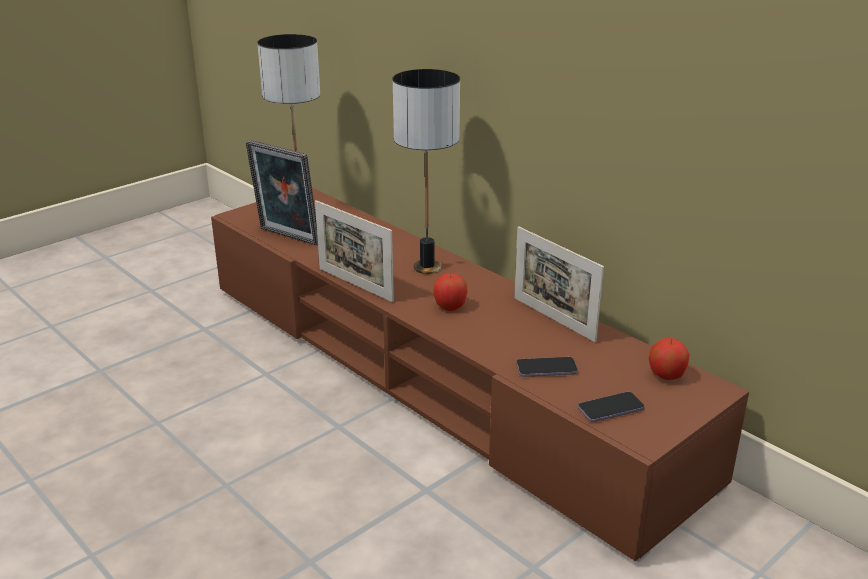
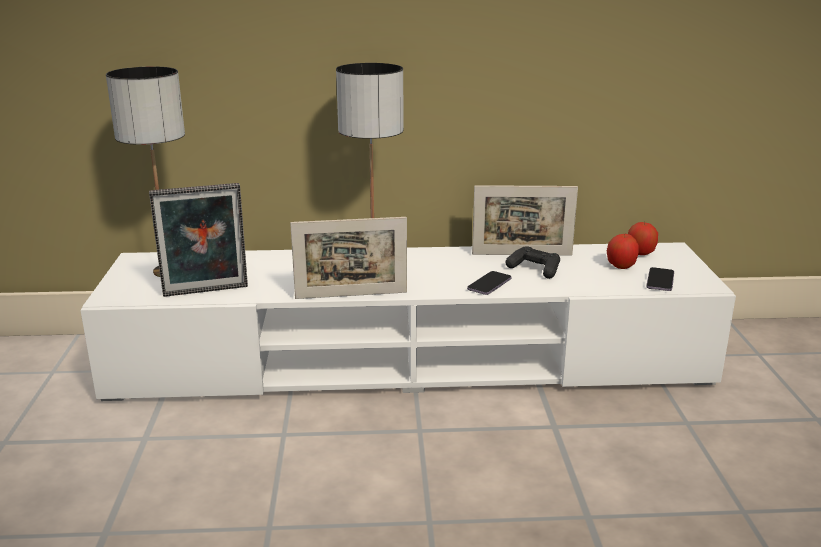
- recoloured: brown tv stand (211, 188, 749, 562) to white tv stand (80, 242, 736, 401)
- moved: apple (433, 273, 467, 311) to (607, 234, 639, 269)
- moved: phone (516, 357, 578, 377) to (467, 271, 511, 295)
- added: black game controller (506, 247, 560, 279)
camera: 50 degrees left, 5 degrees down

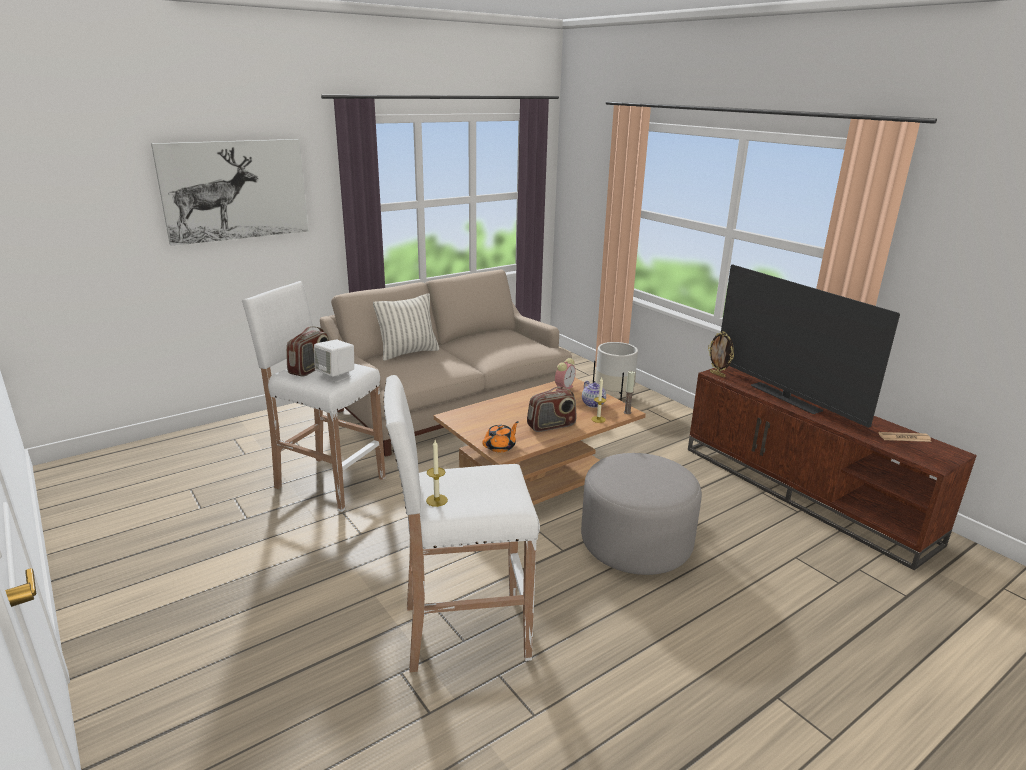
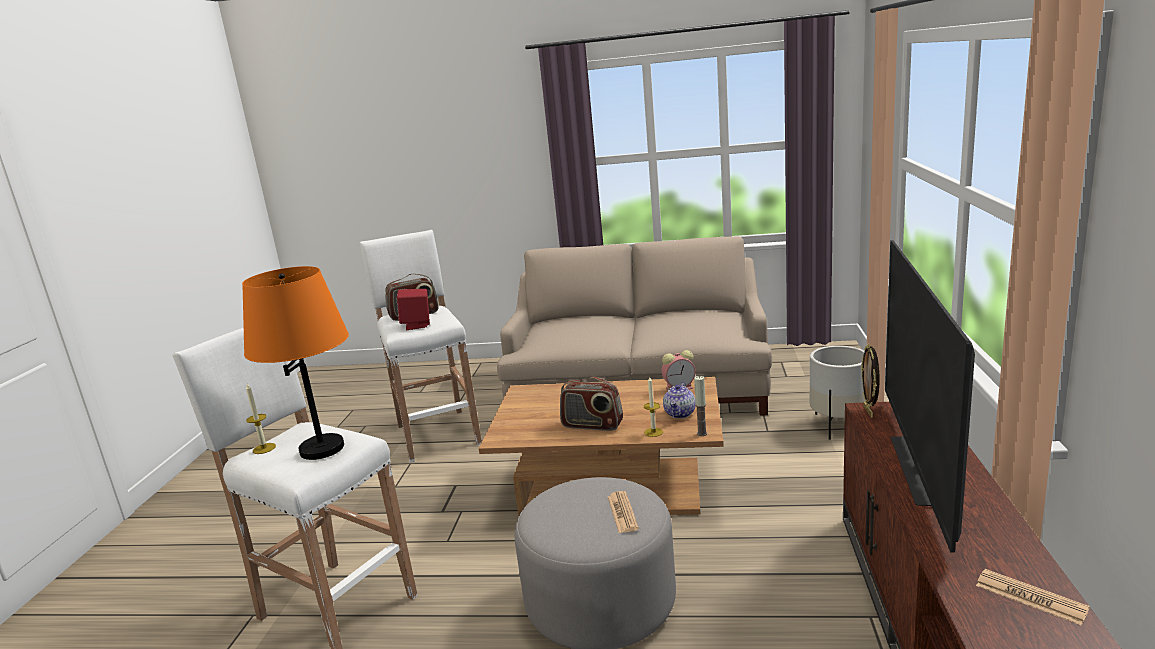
- removed: picture (151, 139, 309, 246)
- removed: pillow (373, 294, 439, 361)
- recoloured: white speaker (314, 339, 354, 383) to red speaker (397, 289, 430, 331)
- removed: orange teapot (482, 421, 519, 452)
- added: orange table lamp (242, 266, 349, 460)
- added: newspaper (608, 491, 639, 533)
camera: 45 degrees right, 5 degrees down

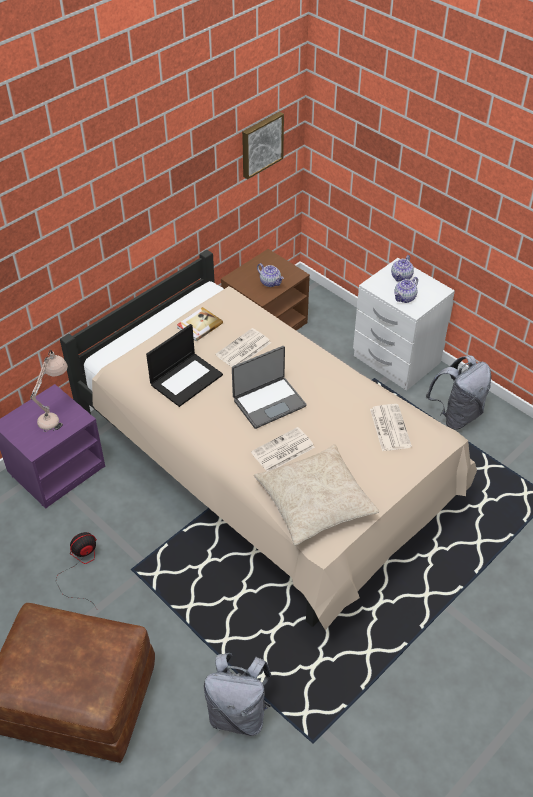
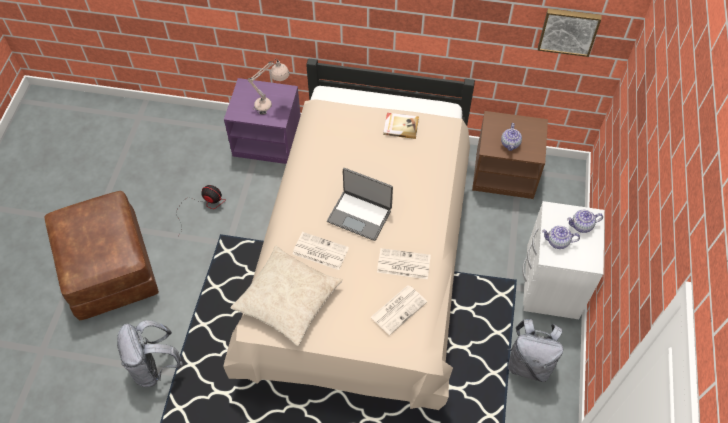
- removed: laptop (146, 324, 223, 407)
- moved: newspaper (216, 328, 271, 367) to (377, 248, 431, 279)
camera: 55 degrees right, 10 degrees up

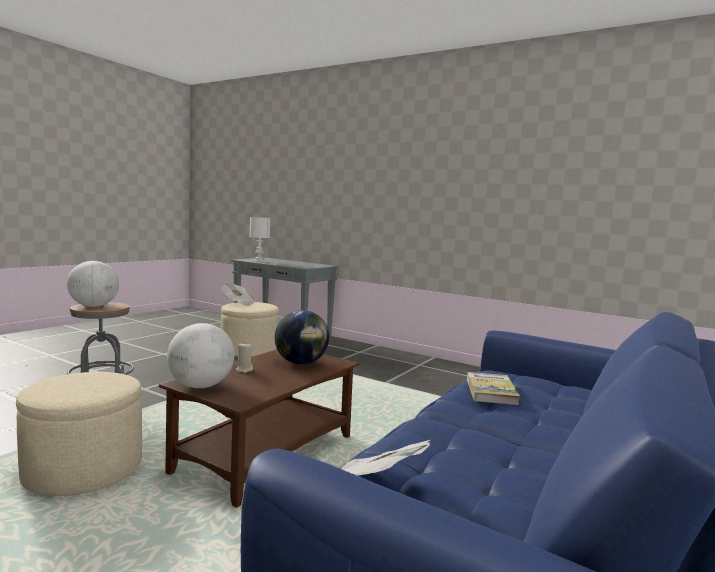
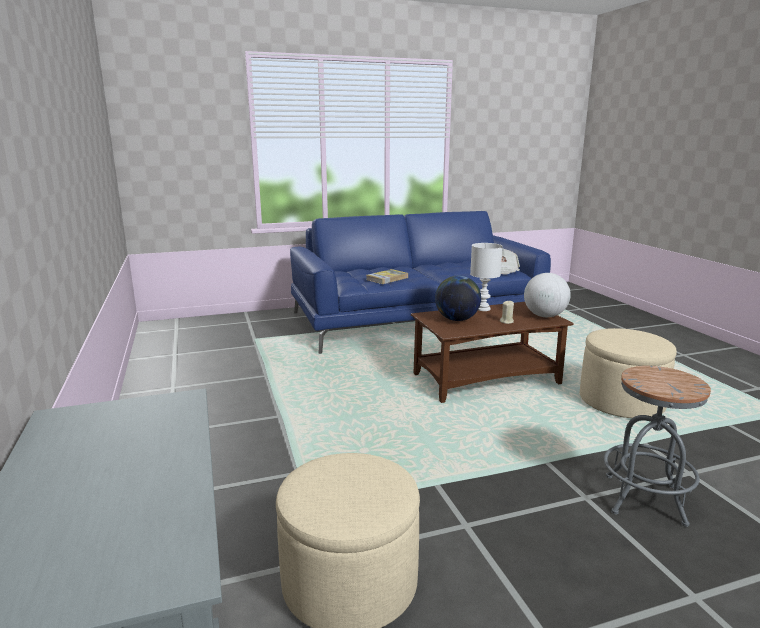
- moved: white table lamp (250, 217, 270, 262) to (470, 243, 503, 311)
- removed: globe (67, 261, 119, 307)
- removed: newspaper (221, 282, 256, 307)
camera: 140 degrees left, 10 degrees up

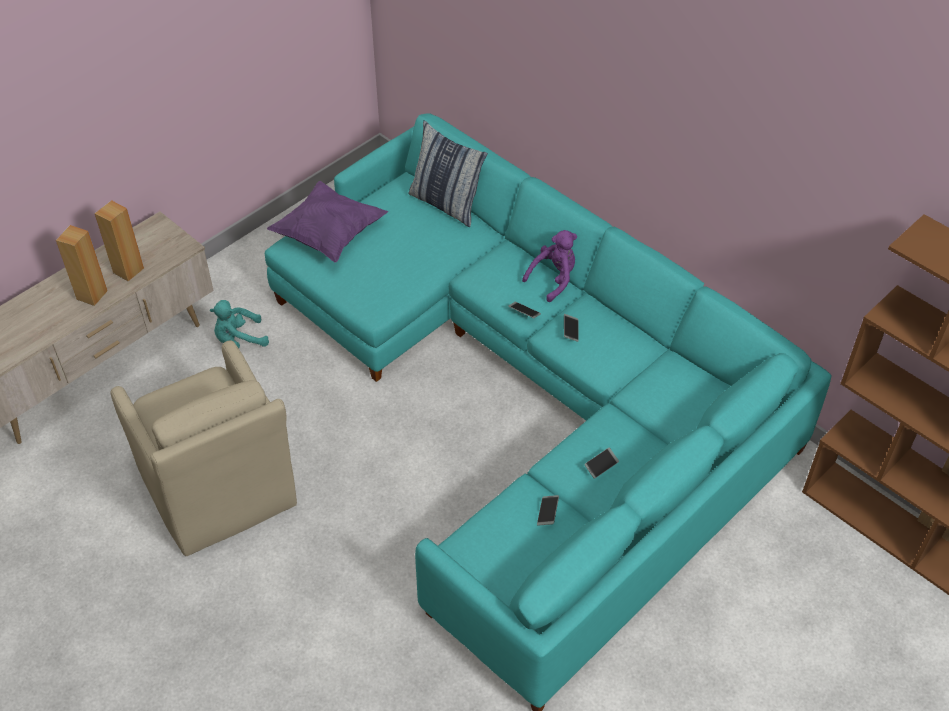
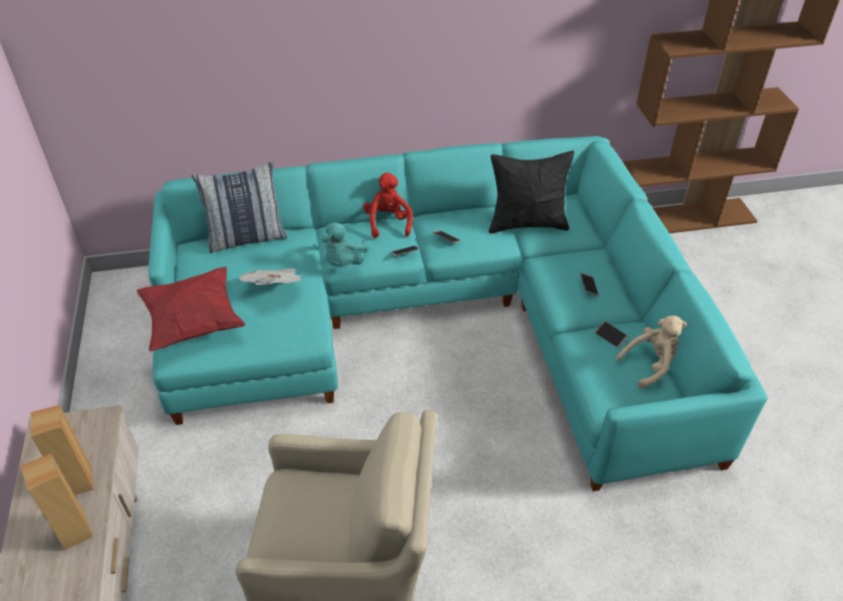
- recoloured: purple pillow (267, 181, 388, 262) to red pillow (137, 267, 245, 351)
- recoloured: purple plush toy (522, 230, 577, 302) to red plush toy (363, 173, 413, 238)
- moved: turquoise plush toy (210, 300, 269, 348) to (321, 222, 369, 267)
- added: black pillow (489, 150, 574, 233)
- added: newspaper (239, 268, 302, 285)
- added: beige plush toy (616, 315, 687, 389)
camera: 55 degrees left, 5 degrees down

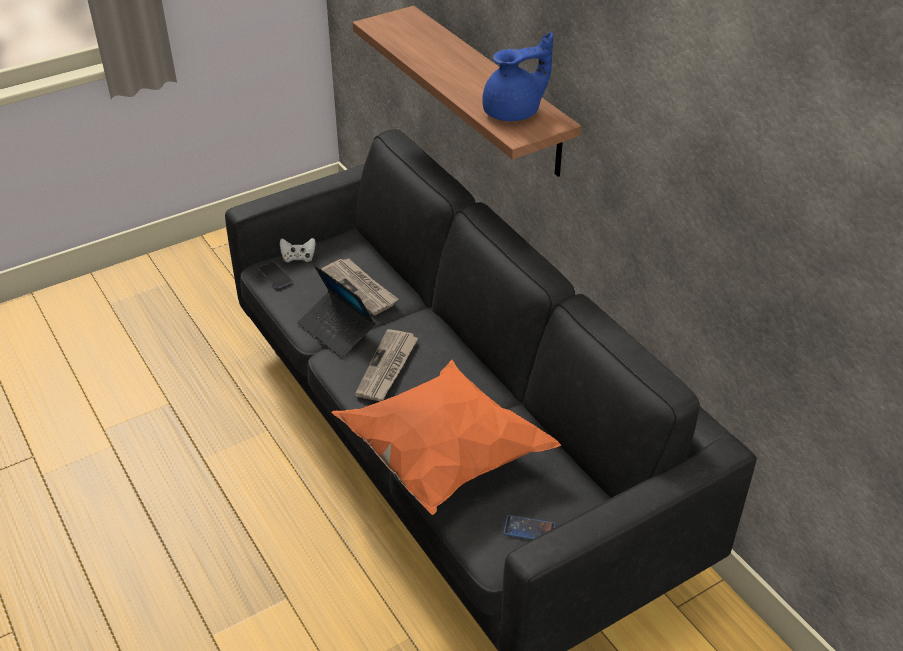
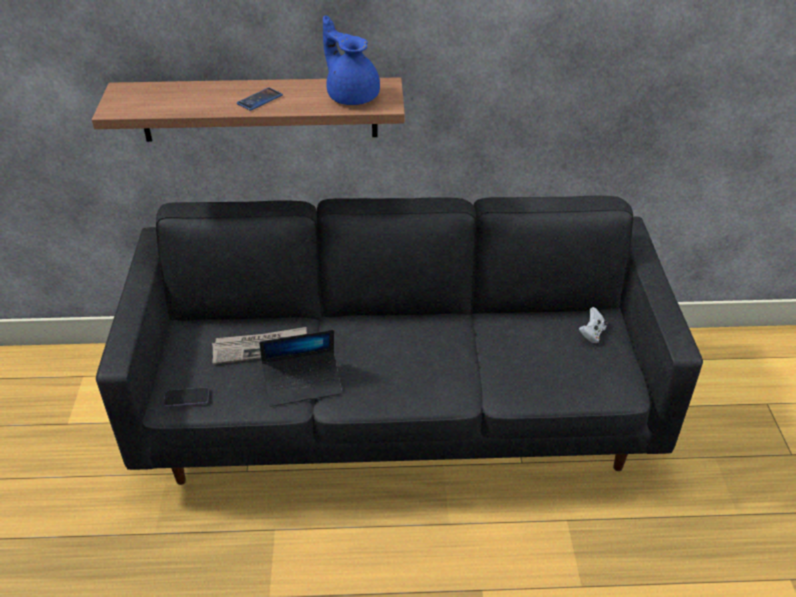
- turned: blue teapot (482, 32, 553, 121) = (323, 15, 380, 105) 45 degrees counterclockwise
- moved: white game controller (280, 238, 316, 262) to (579, 307, 608, 343)
- removed: newspaper (355, 329, 418, 401)
- removed: orange pillow (331, 360, 561, 515)
- moved: phone (503, 515, 556, 540) to (237, 88, 283, 111)
camera: 60 degrees left, 0 degrees up

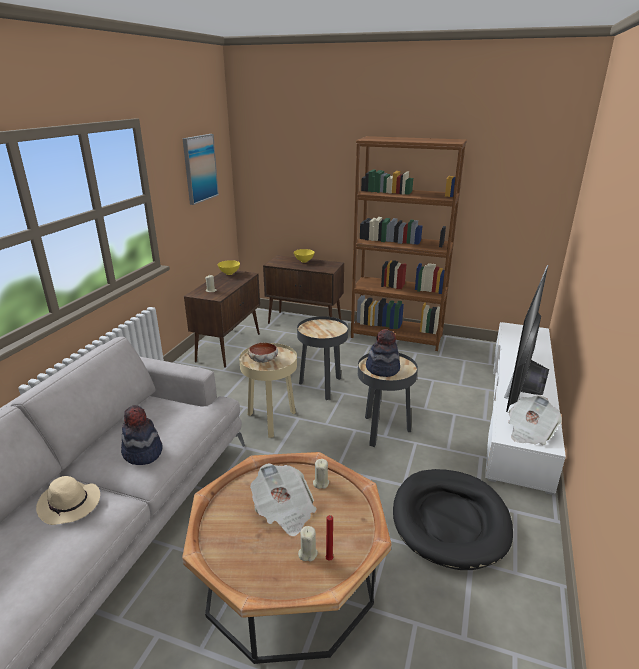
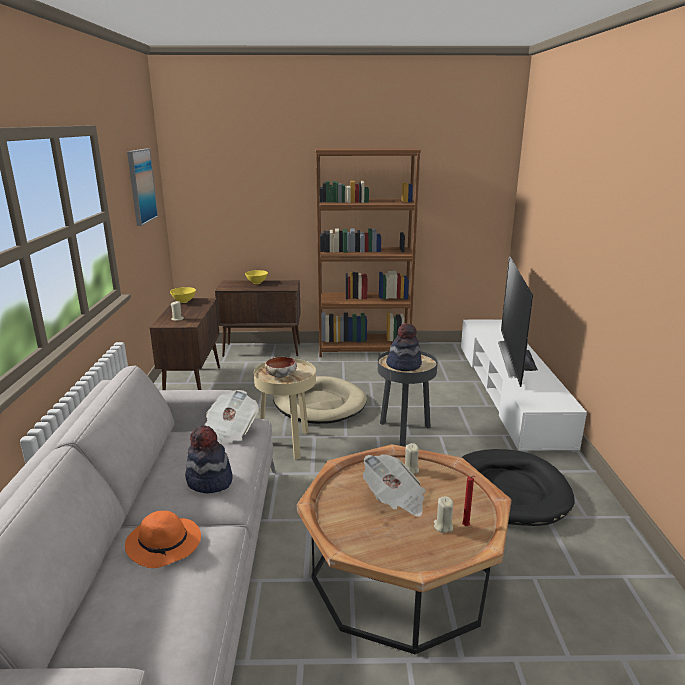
- replaced: black side table (297, 316, 348, 400) to beige dog bed (273, 376, 367, 424)
- moved: newspaper (508, 395, 562, 445) to (205, 390, 259, 443)
- recoloured: beige hat (36, 476, 100, 525) to orange hat (125, 511, 201, 568)
camera: 20 degrees left, 5 degrees down

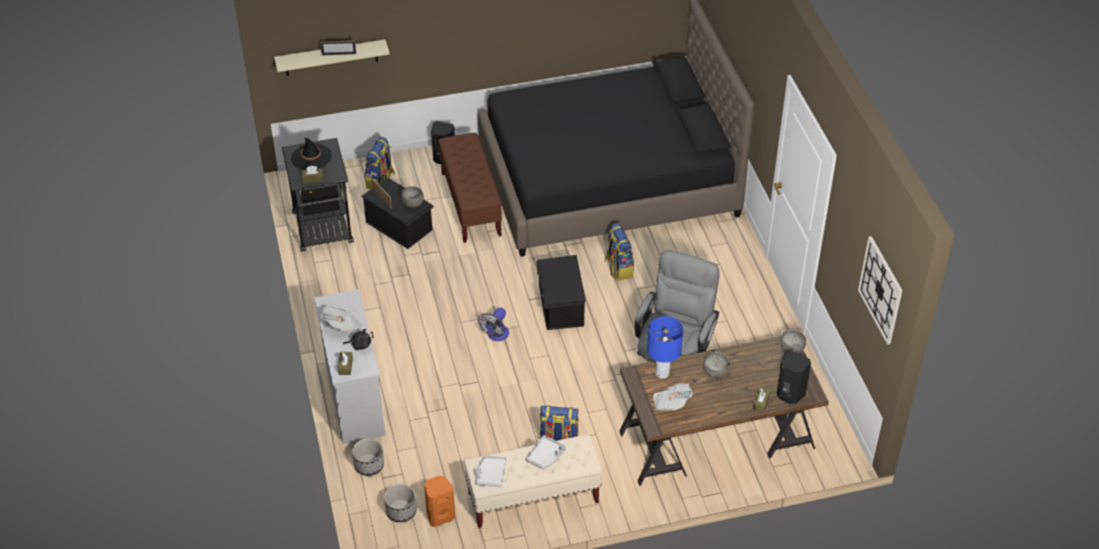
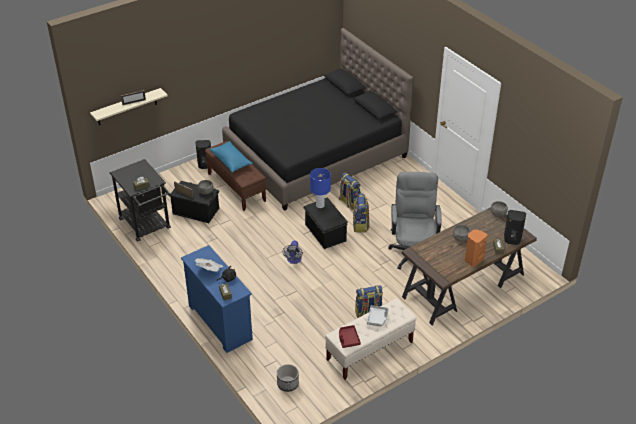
- moved: backpack (365, 137, 395, 189) to (353, 193, 370, 233)
- removed: black hat (291, 138, 332, 170)
- removed: wall clock (858, 236, 903, 345)
- recoloured: white dresser (314, 289, 385, 444) to blue dresser (181, 245, 253, 353)
- moved: blue table lamp (647, 316, 683, 379) to (310, 168, 331, 208)
- removed: newspaper (653, 383, 693, 411)
- removed: planter (352, 438, 384, 476)
- recoloured: grey tray (475, 455, 507, 487) to red tray (339, 325, 361, 348)
- moved: orange speaker (424, 476, 455, 527) to (465, 229, 487, 267)
- added: blue pillow (210, 141, 253, 173)
camera: 20 degrees left, 5 degrees down

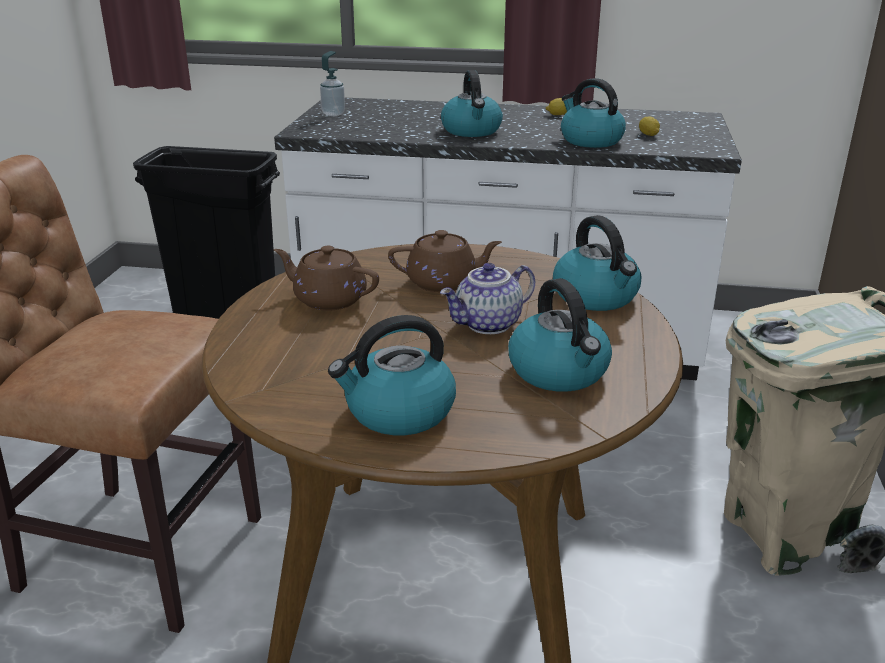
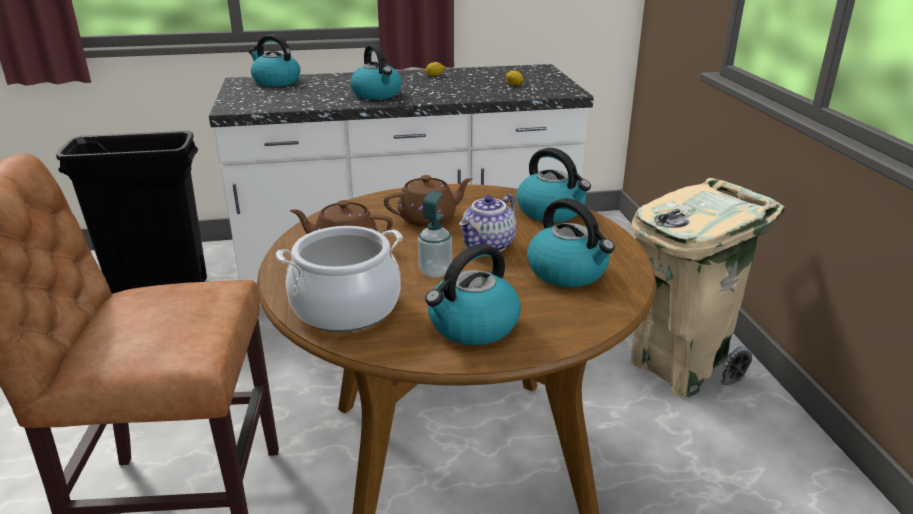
- moved: soap dispenser (320, 51, 345, 116) to (418, 191, 452, 278)
- moved: kettle (561, 78, 626, 148) to (249, 34, 300, 87)
- added: cooking pot (276, 226, 403, 332)
camera: 20 degrees left, 0 degrees up

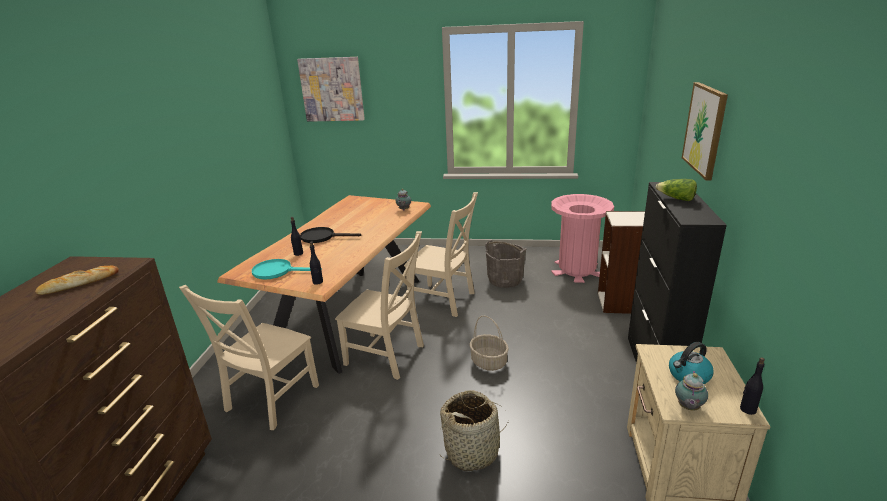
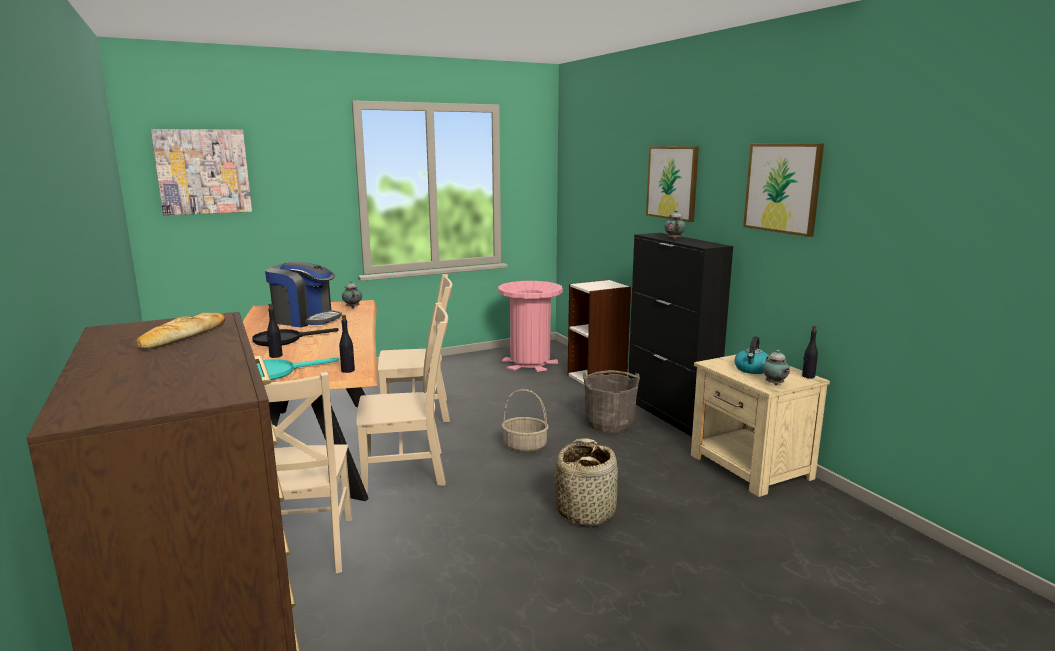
- replaced: lettuce (656, 179, 697, 201) to teapot (664, 210, 686, 240)
- moved: grey bucket (485, 240, 527, 288) to (583, 370, 640, 433)
- added: picture (743, 143, 824, 237)
- added: coffee machine (265, 261, 342, 327)
camera: 35 degrees left, 10 degrees down

